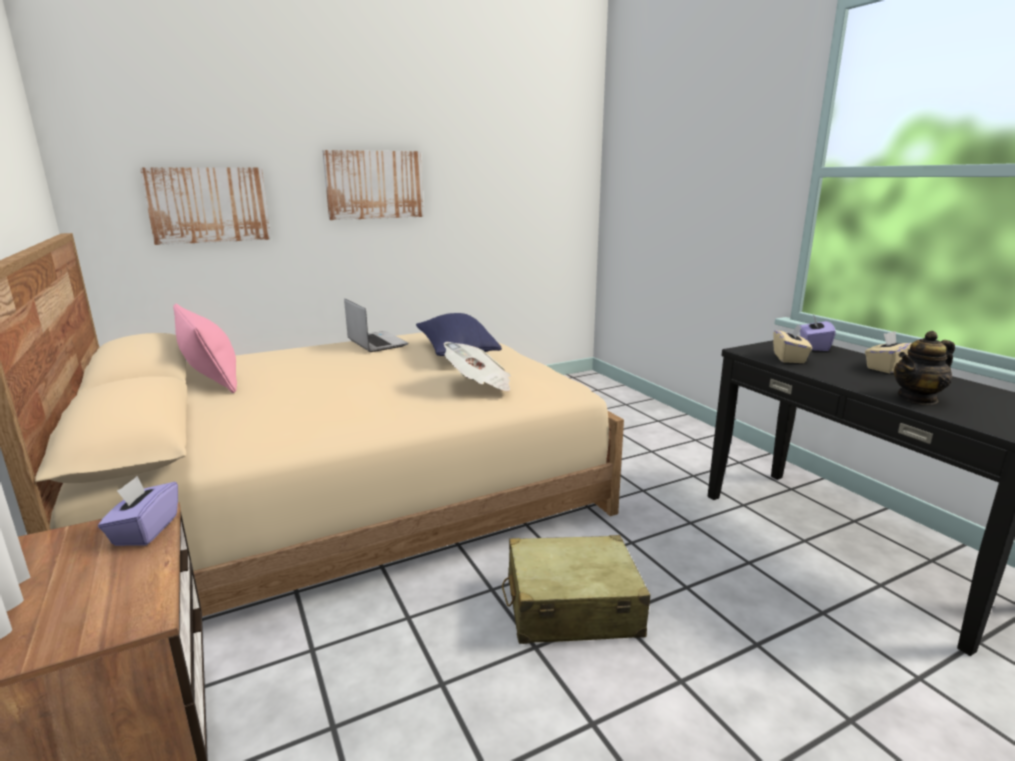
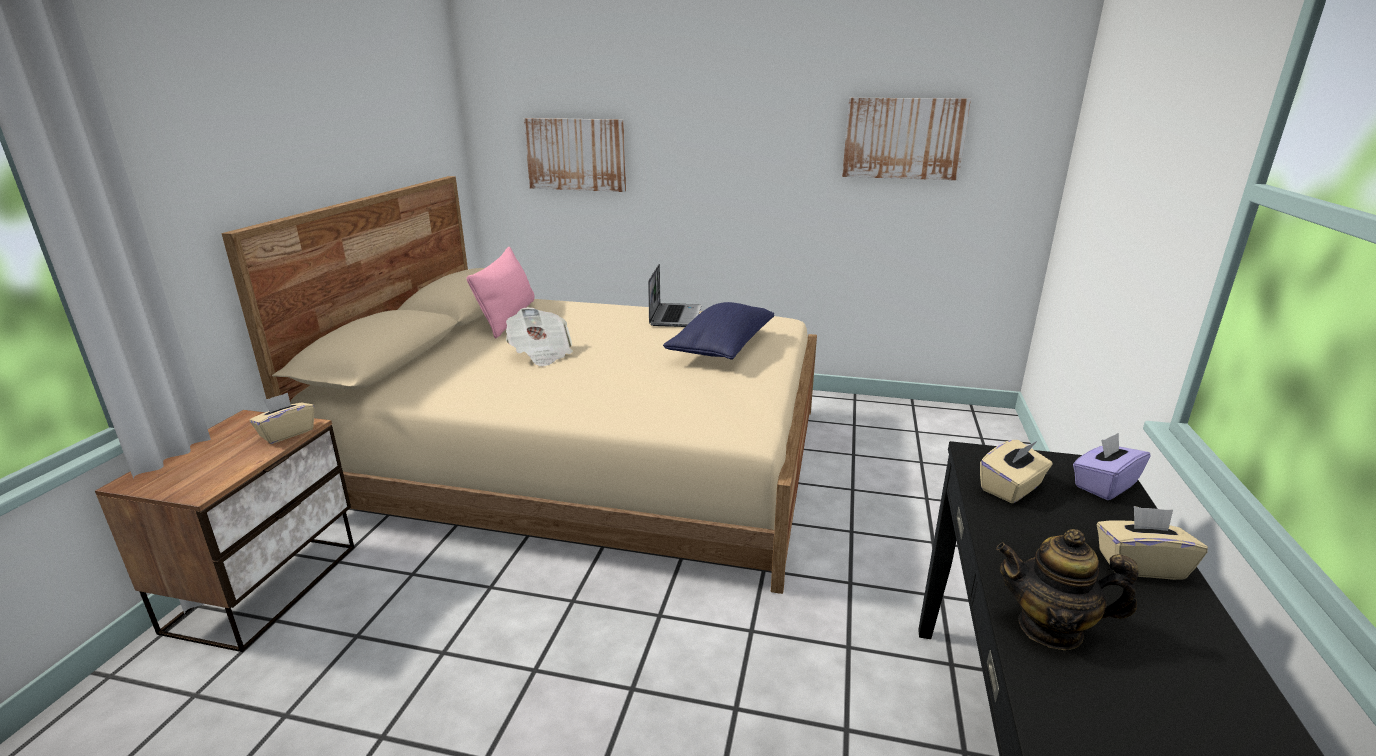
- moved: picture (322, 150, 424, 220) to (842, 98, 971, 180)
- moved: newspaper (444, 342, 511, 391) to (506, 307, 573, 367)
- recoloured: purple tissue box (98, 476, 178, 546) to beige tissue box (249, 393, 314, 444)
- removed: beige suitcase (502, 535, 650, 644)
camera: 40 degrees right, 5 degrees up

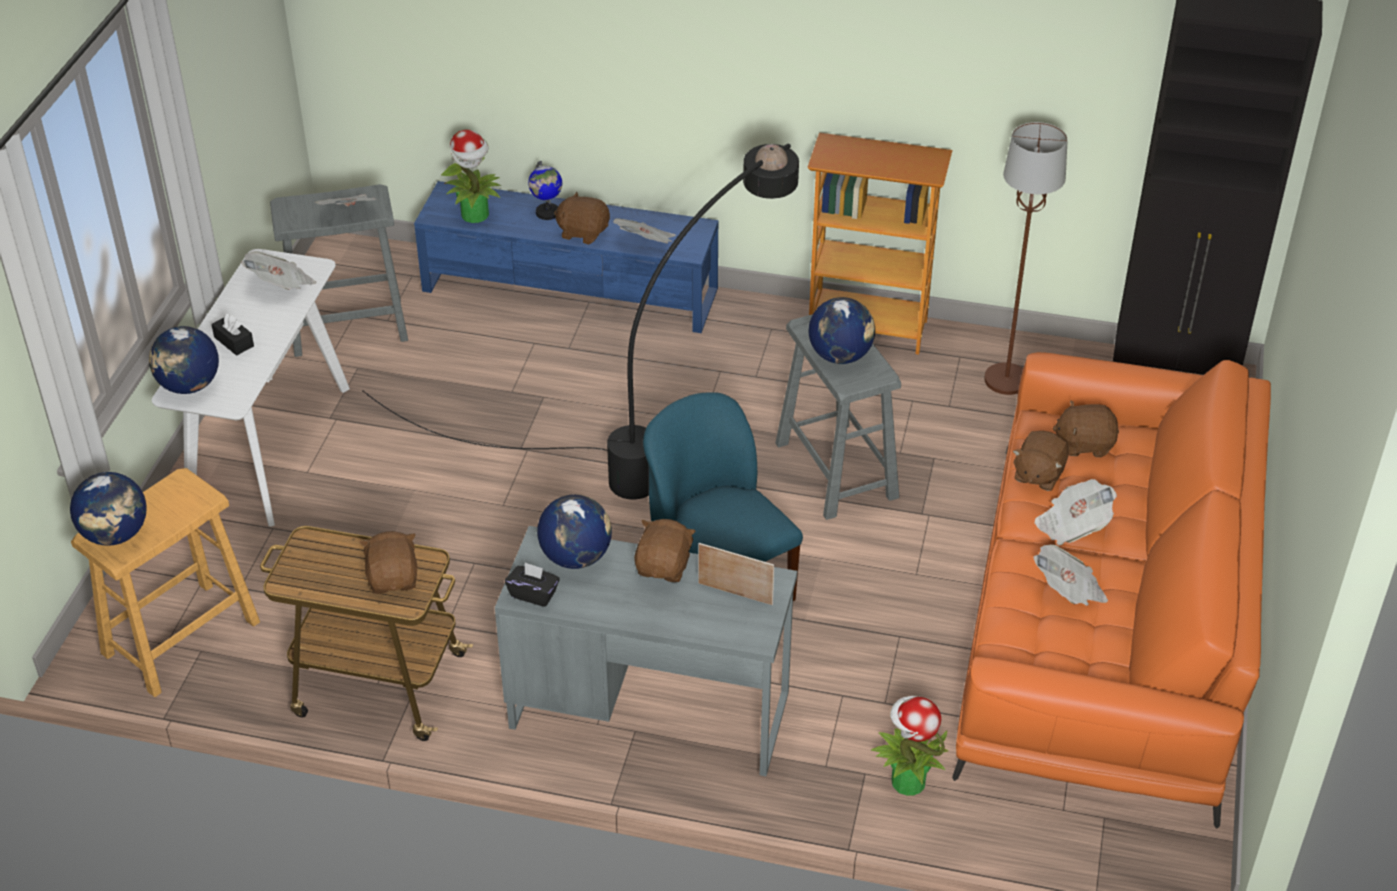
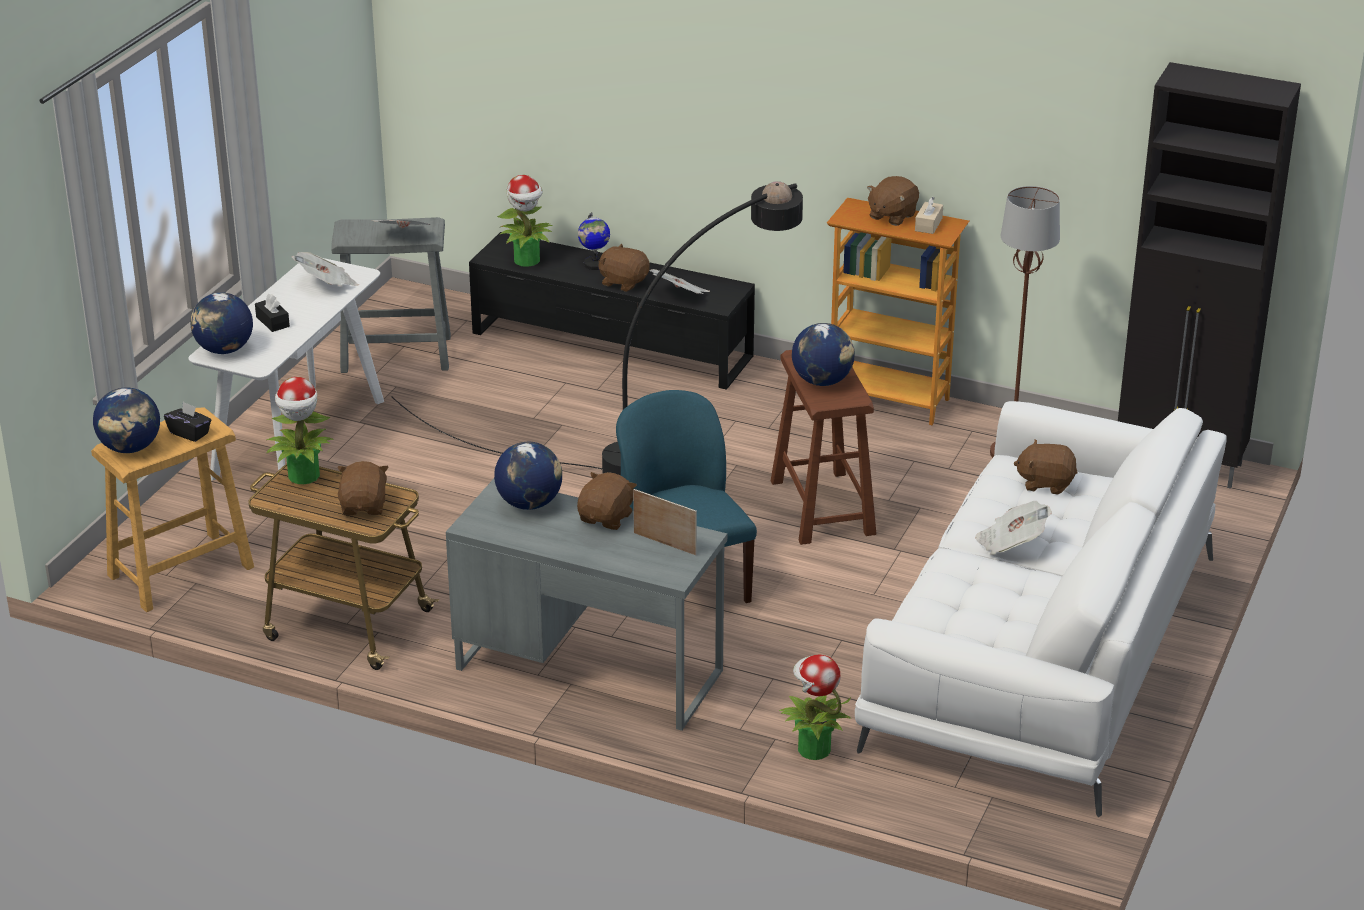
- recoloured: blue tv stand (414, 181, 718, 333) to black tv stand (469, 232, 755, 390)
- recoloured: grey stool (775, 314, 901, 520) to brown stool (771, 350, 876, 545)
- recoloured: orange sofa (952, 352, 1271, 828) to white sofa (855, 401, 1227, 817)
- moved: brown plush toy (1013, 431, 1069, 491) to (867, 176, 919, 226)
- removed: newspaper (1033, 545, 1108, 606)
- moved: black tissue box (505, 562, 560, 607) to (164, 402, 211, 442)
- added: beige tissue box (915, 196, 943, 234)
- added: potted plant (266, 377, 334, 484)
camera: 10 degrees right, 10 degrees down

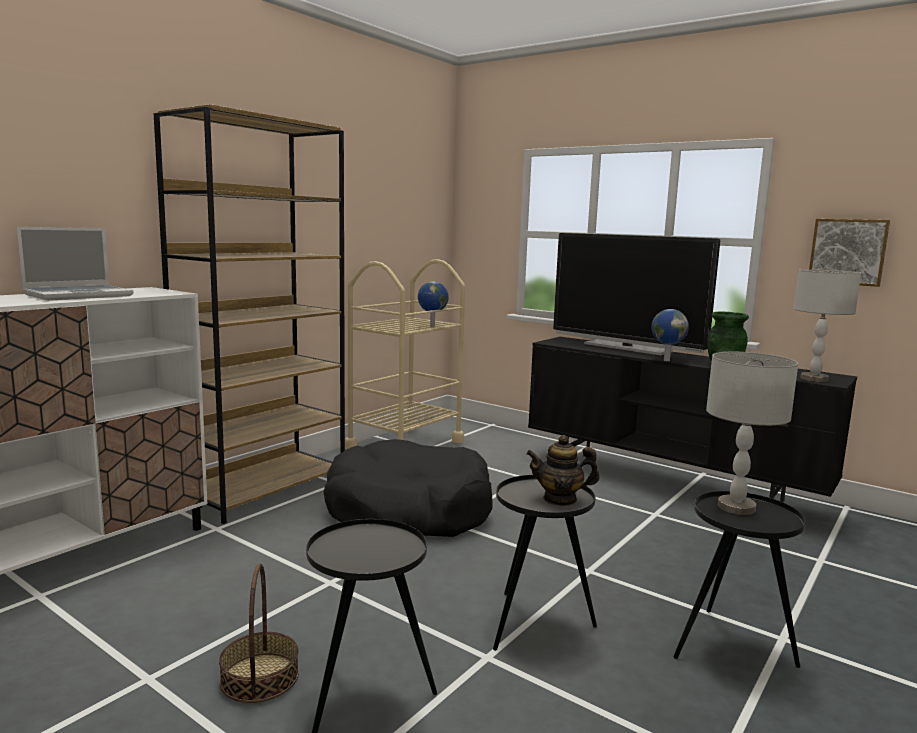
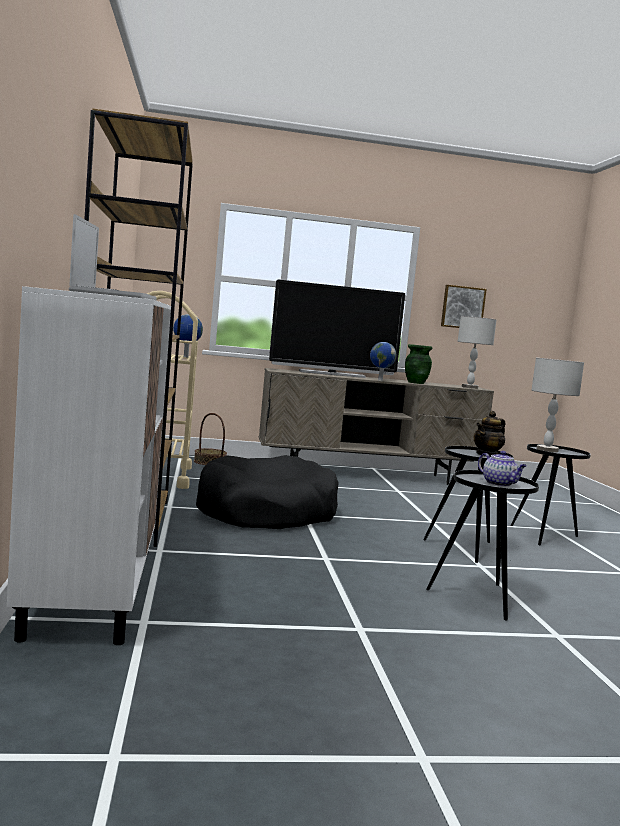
- recoloured: black tv stand (528, 337, 857, 502) to beige tv stand (259, 368, 494, 485)
- moved: basket (219, 564, 299, 703) to (194, 413, 227, 465)
- added: teapot (478, 451, 527, 487)
camera: 45 degrees left, 5 degrees down

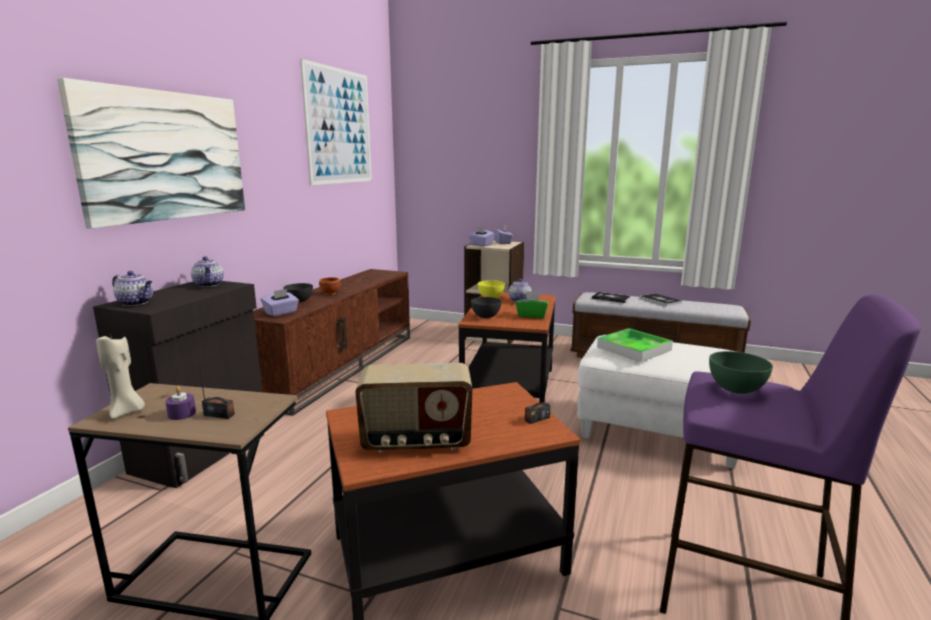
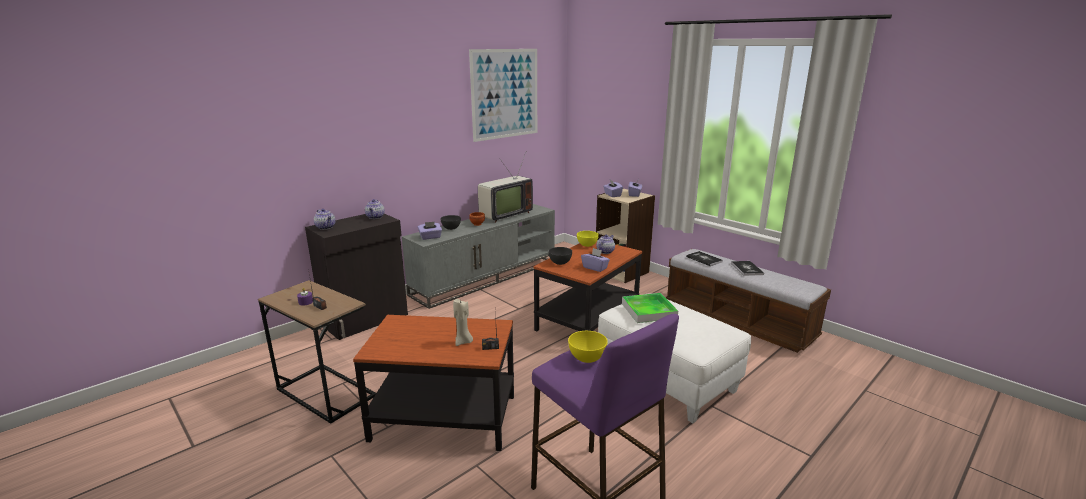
- removed: picture (57, 78, 245, 229)
- recoloured: brown tv stand (253, 269, 410, 416) to grey tv stand (402, 204, 555, 309)
- recoloured: green tissue box (516, 291, 549, 318) to purple tissue box (581, 248, 610, 272)
- moved: beige candle (96, 333, 145, 419) to (453, 298, 473, 346)
- recoloured: green bowl (709, 351, 773, 394) to yellow bowl (568, 331, 608, 363)
- removed: radio (355, 363, 472, 453)
- added: television (478, 153, 533, 223)
camera: 25 degrees right, 5 degrees up

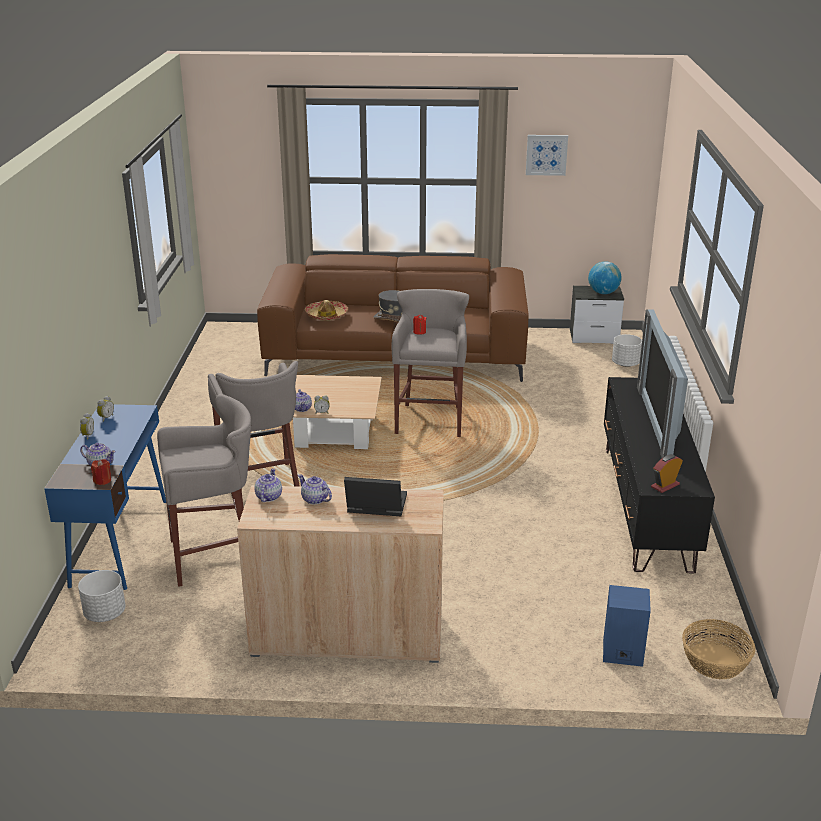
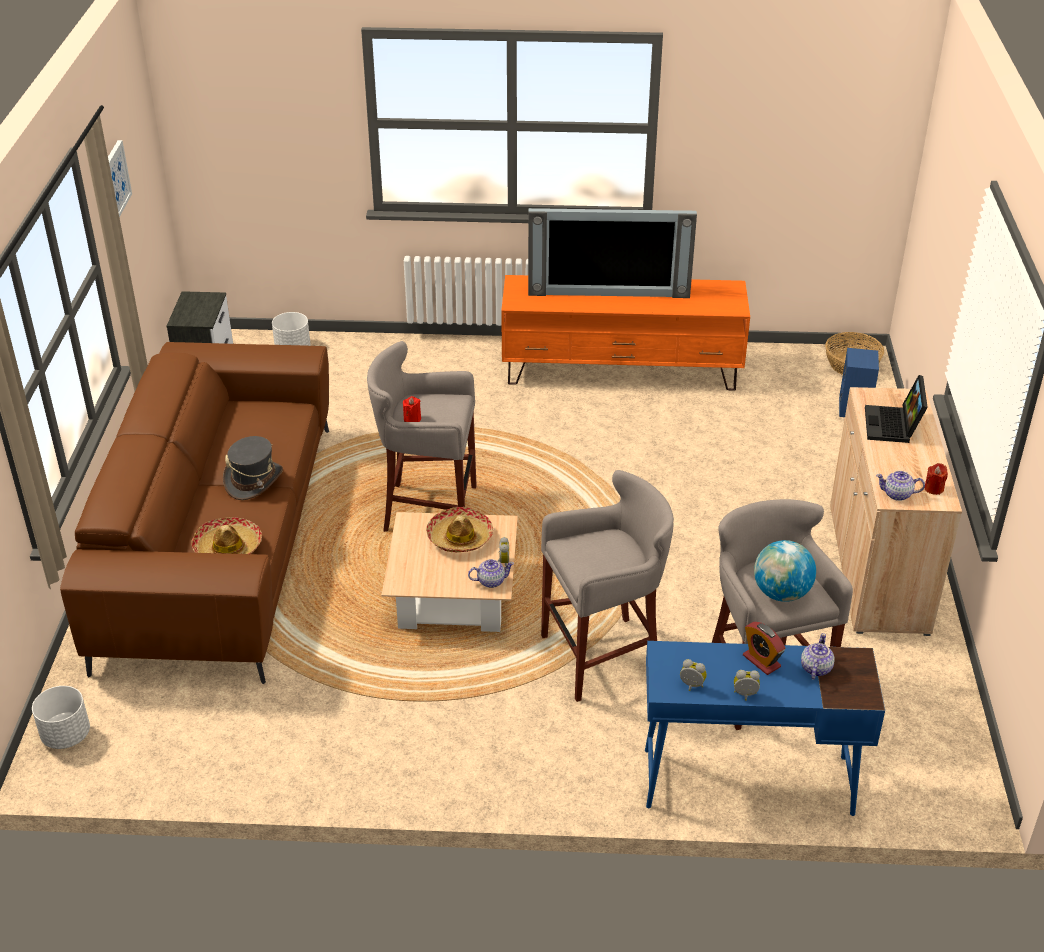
- moved: globe (588, 261, 621, 294) to (754, 540, 816, 602)
- recoloured: black tv stand (604, 377, 715, 573) to orange tv stand (501, 275, 750, 390)
- moved: alarm clock (651, 454, 683, 493) to (743, 622, 785, 675)
- moved: red candle (91, 459, 111, 485) to (924, 463, 948, 495)
- removed: teapot (298, 474, 332, 505)
- moved: white planter (78, 570, 126, 622) to (32, 686, 90, 749)
- added: hat (426, 507, 493, 552)
camera: 90 degrees left, 10 degrees up

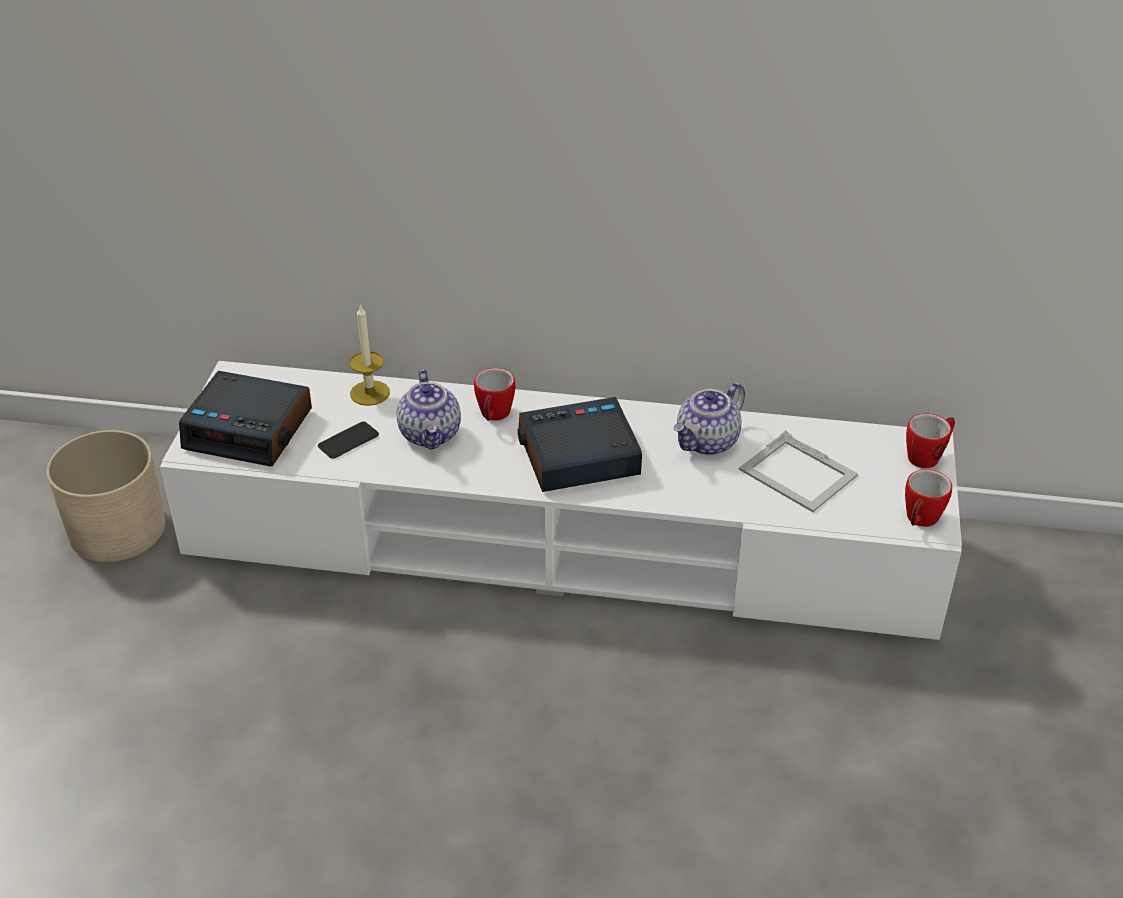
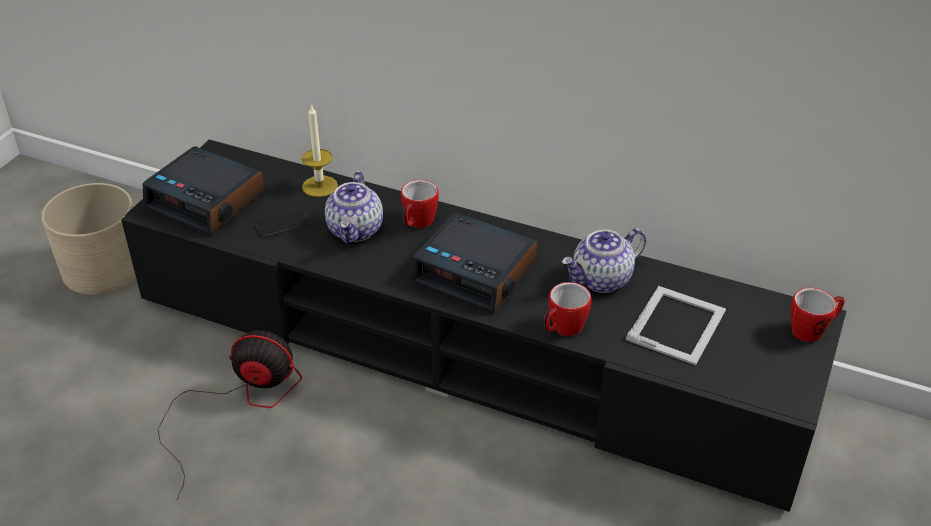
- recoloured: white tv stand (160, 361, 962, 640) to black tv stand (121, 140, 846, 512)
- turned: alarm clock (518, 397, 642, 492) = (411, 212, 538, 313) 150 degrees counterclockwise
- turned: picture frame (739, 430, 858, 512) = (625, 286, 726, 365) 120 degrees counterclockwise
- moved: mug (905, 469, 952, 527) to (544, 282, 591, 336)
- added: fan (158, 330, 302, 501)
camera: 15 degrees right, 0 degrees up

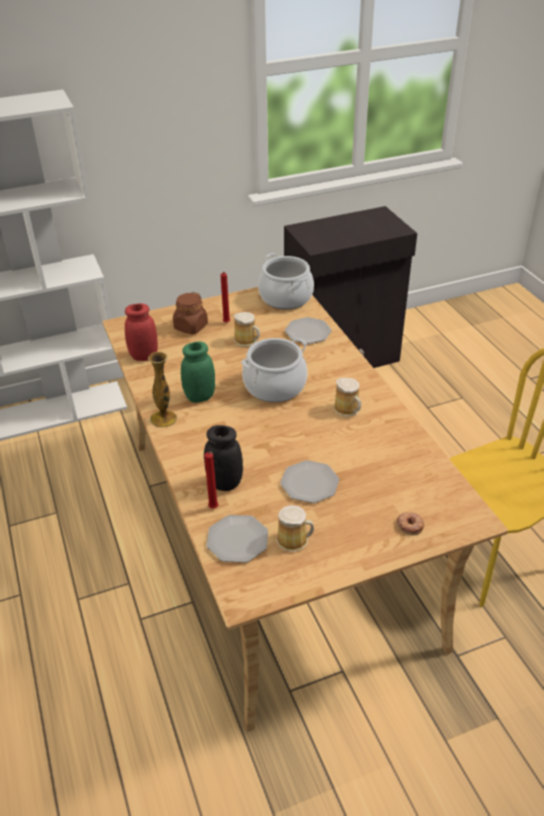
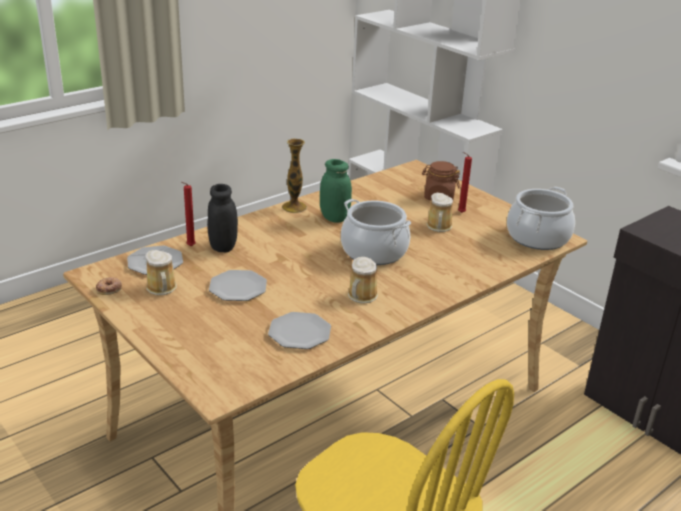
- removed: red jar (125, 303, 158, 361)
- moved: plate (285, 317, 332, 344) to (268, 312, 331, 349)
- moved: donut (397, 512, 424, 535) to (96, 277, 122, 295)
camera: 70 degrees right, 10 degrees down

